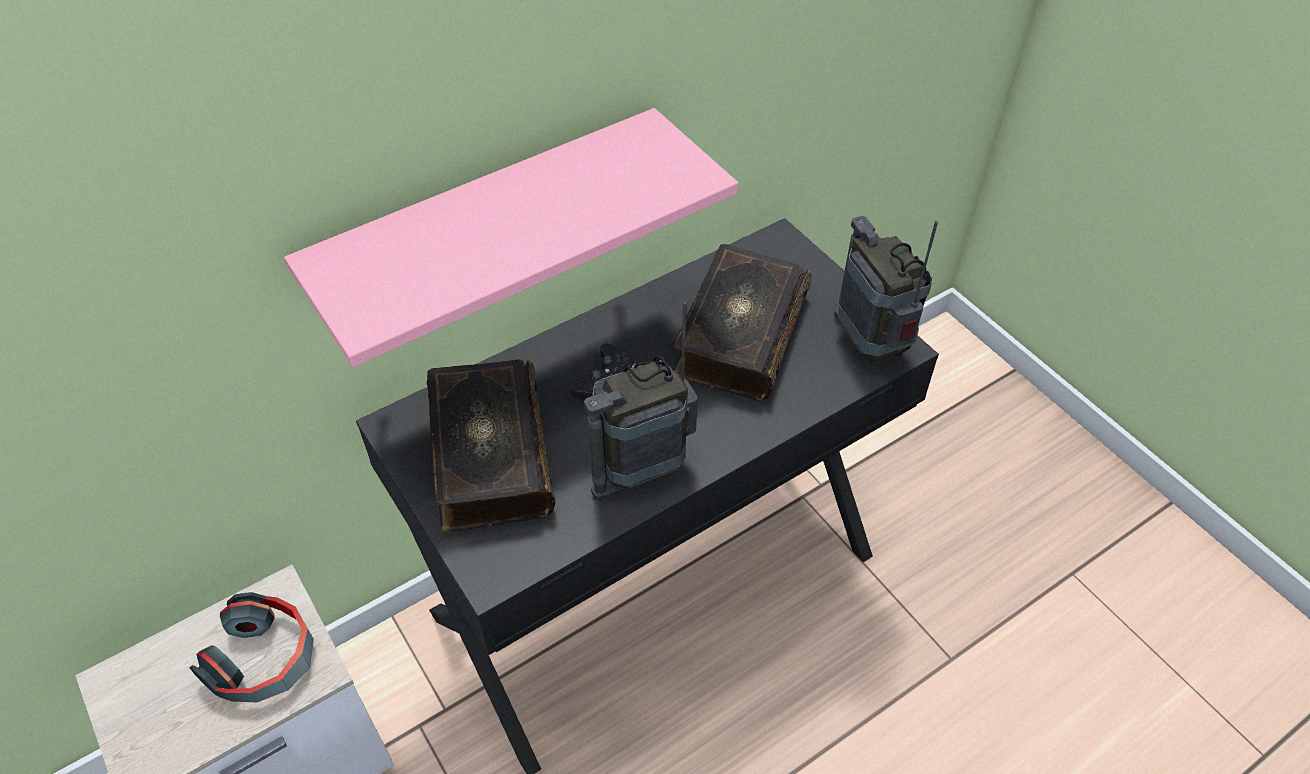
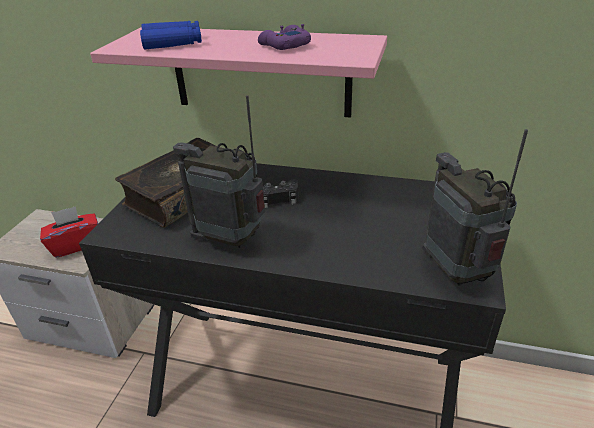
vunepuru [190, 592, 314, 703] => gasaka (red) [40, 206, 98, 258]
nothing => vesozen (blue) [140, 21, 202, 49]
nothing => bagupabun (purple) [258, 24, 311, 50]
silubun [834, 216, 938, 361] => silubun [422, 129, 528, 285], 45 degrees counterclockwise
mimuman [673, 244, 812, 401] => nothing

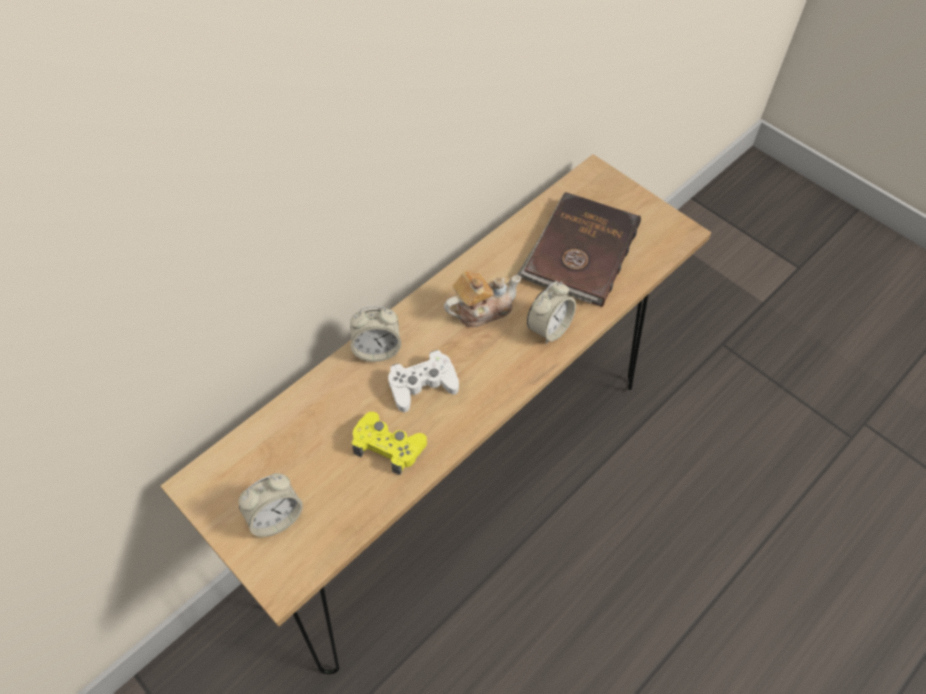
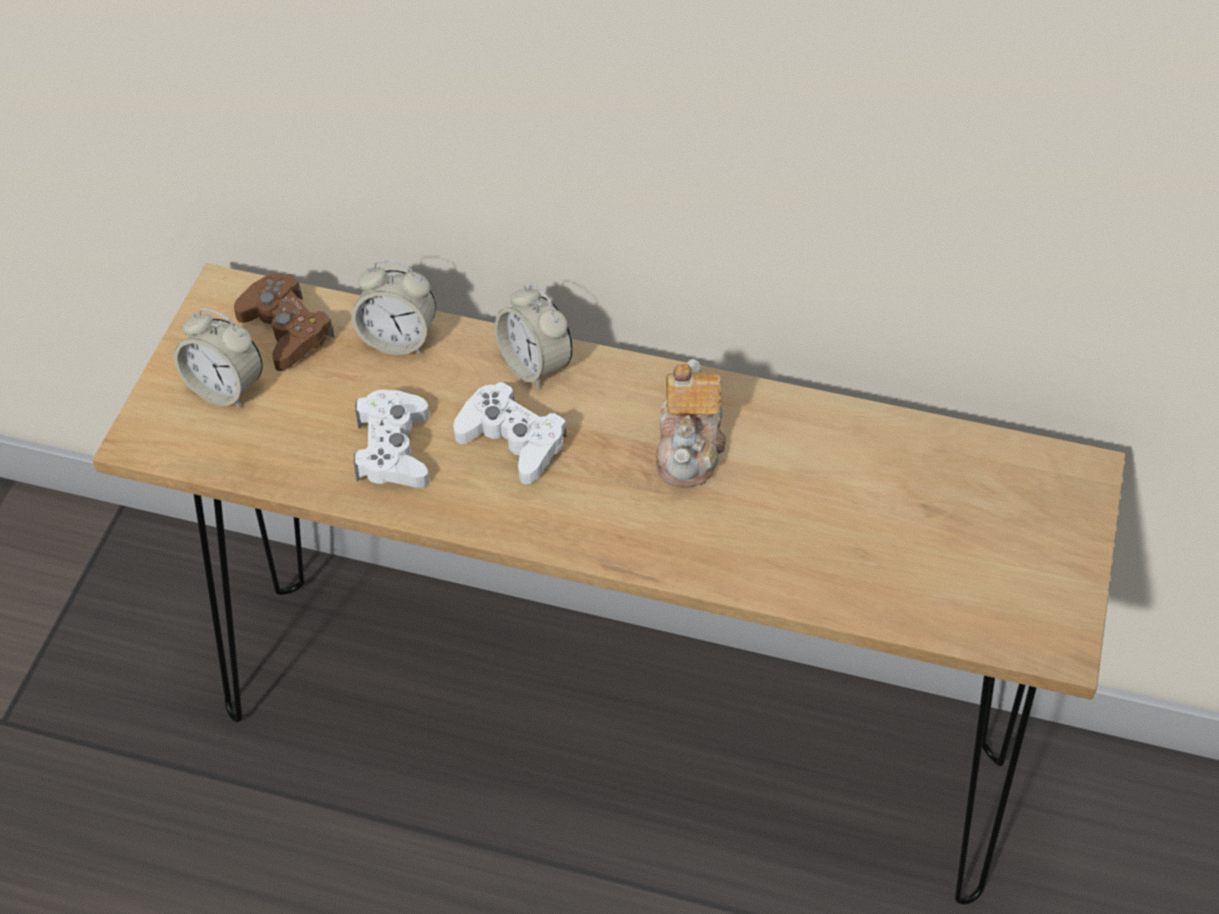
nothing => bagupabun (brown) [234, 274, 335, 371]
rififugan [527, 281, 576, 344] => rififugan [351, 260, 436, 355], moved
bagupabun (yellow) [352, 412, 427, 475] => bagupabun (white) [354, 390, 429, 488]
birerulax [444, 271, 521, 327] => birerulax [656, 359, 726, 488], 60 degrees clockwise
mimuman (brown) [517, 192, 641, 307] => nothing

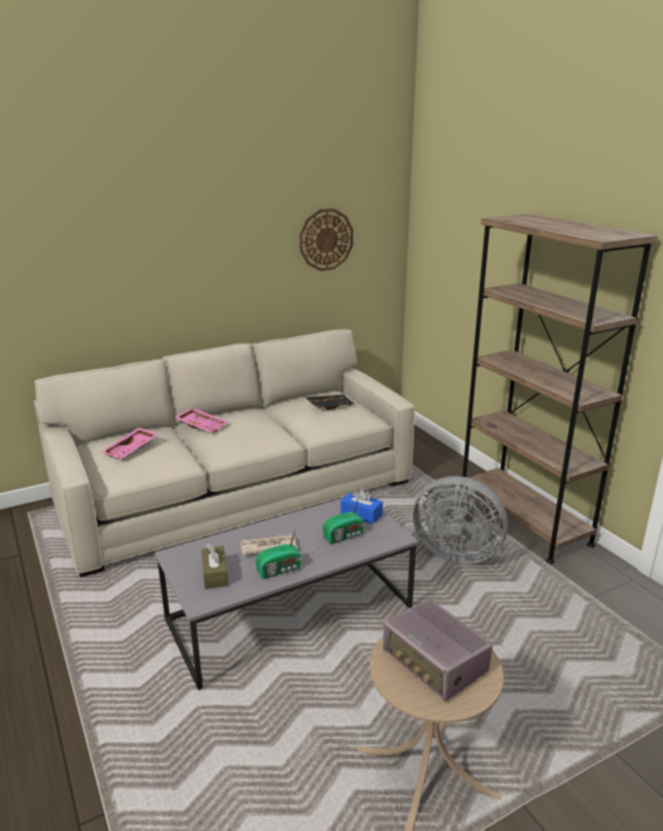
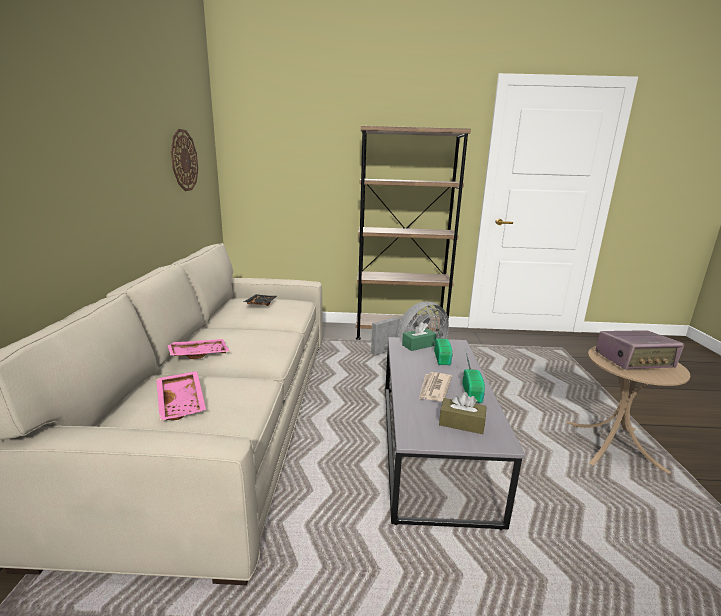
gasaka (blue) [341, 487, 383, 524] => gasaka (green) [402, 322, 437, 351]

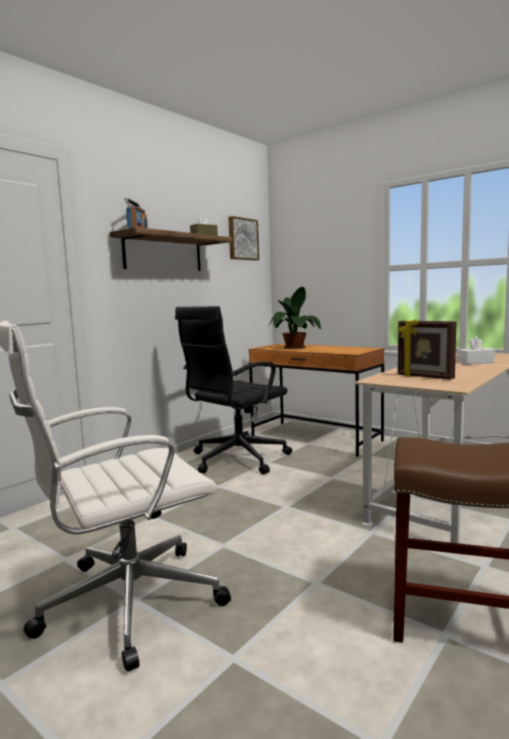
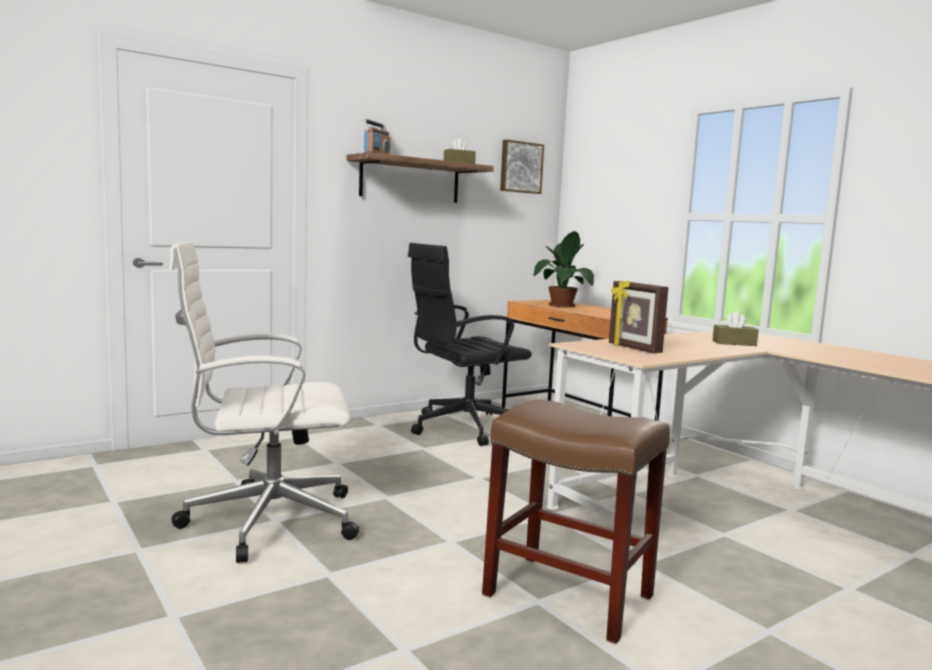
gasaka (white) [457, 336, 495, 365] => gasaka (brown) [713, 311, 759, 346]

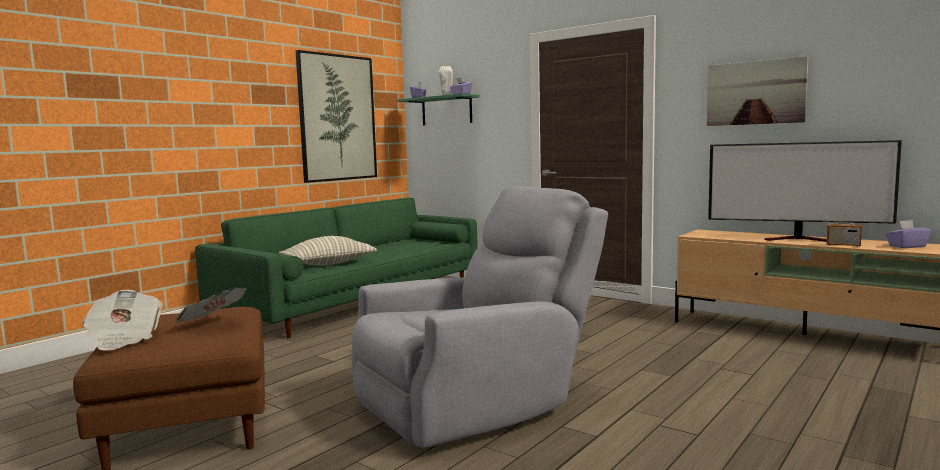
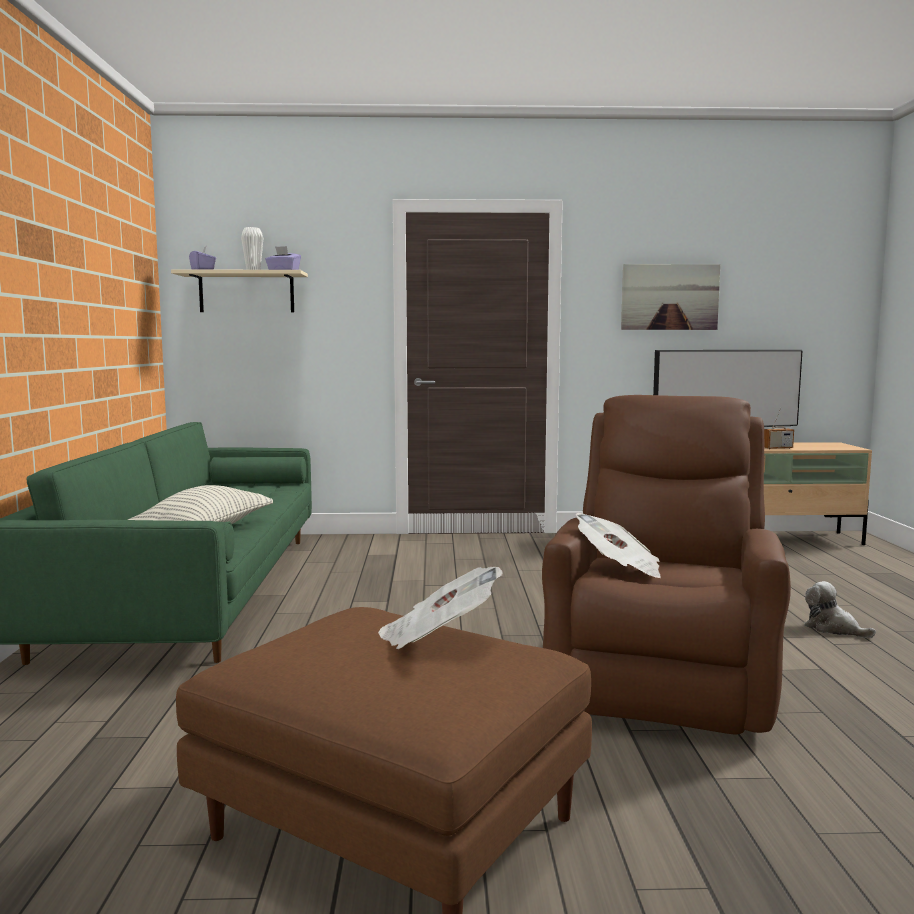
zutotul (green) [397, 94, 480, 125] => zutotul (beige) [171, 269, 308, 312]
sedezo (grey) [351, 186, 608, 448] => sedezo (brown) [542, 395, 791, 734]
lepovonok [82, 290, 163, 351] => lepovonok [576, 513, 661, 578], moved
nothing => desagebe [804, 581, 876, 638]
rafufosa [295, 50, 377, 183] => nothing
gasaka (purple) [886, 220, 931, 248] => nothing

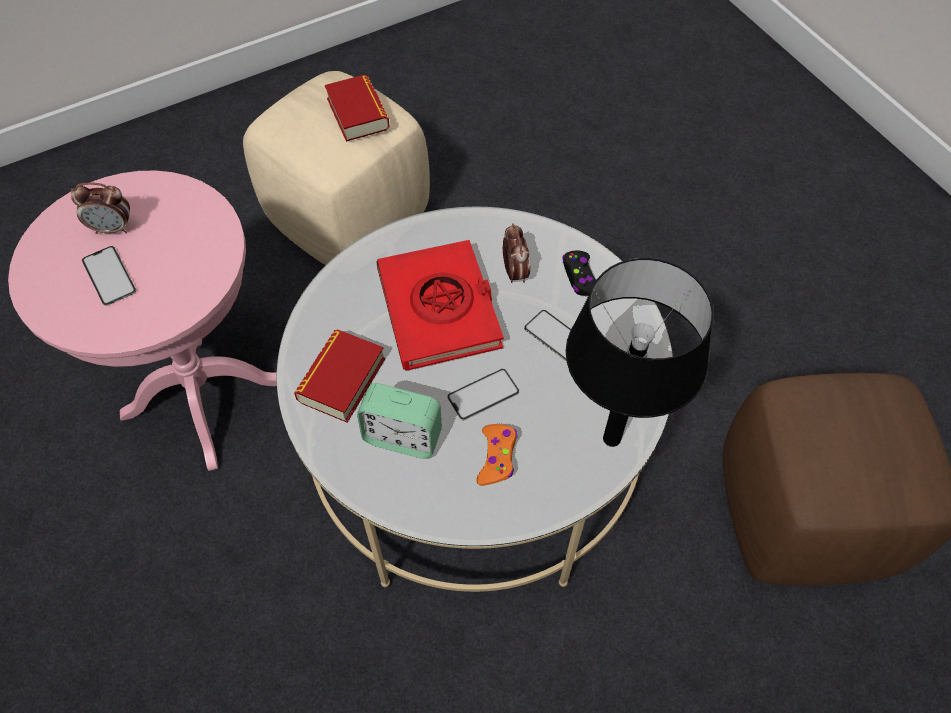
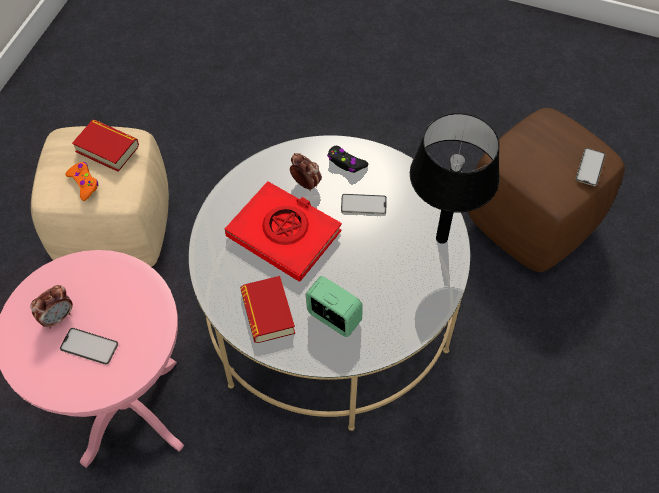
bagupabun (orange) [476, 424, 517, 486] => bagupabun (orange) [65, 162, 99, 201], moved
rififugan [357, 383, 442, 459] => rififugan [306, 276, 363, 337], 120 degrees counterclockwise
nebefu [447, 369, 519, 420] => nebefu [576, 148, 605, 186], moved

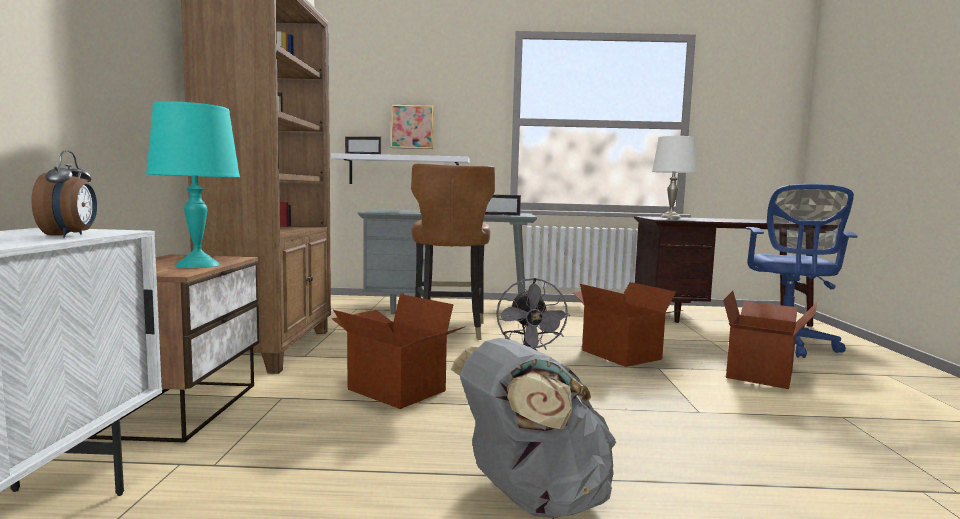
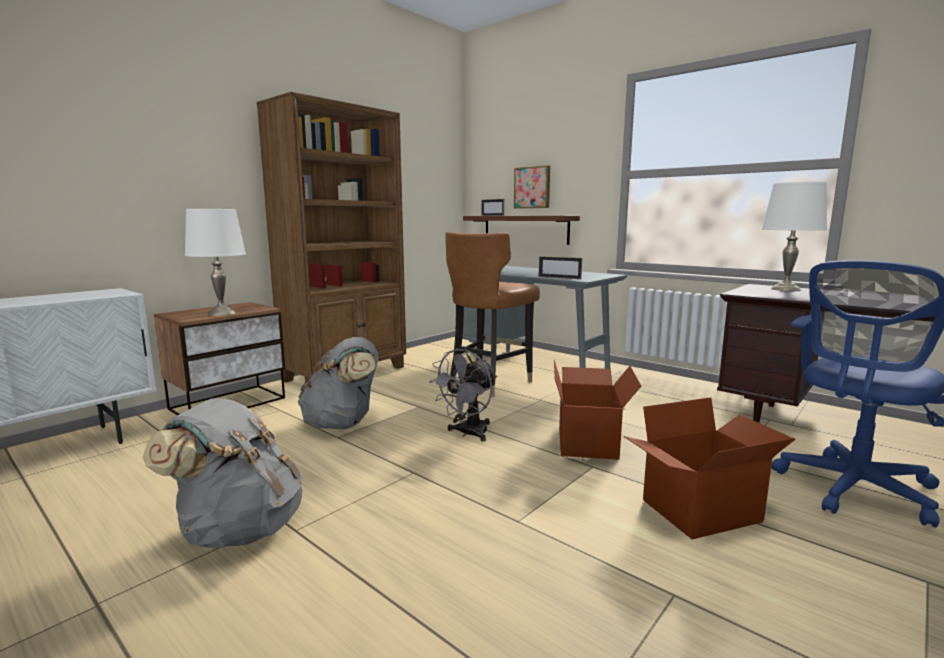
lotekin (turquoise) [146, 101, 240, 268] => lotekin (white) [185, 209, 246, 316]
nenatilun [332, 294, 466, 409] => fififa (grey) [298, 337, 379, 429]
zutotul (white) [331, 153, 470, 184] => zutotul (brown) [463, 216, 580, 245]
rififugan [32, 150, 97, 238] => nothing

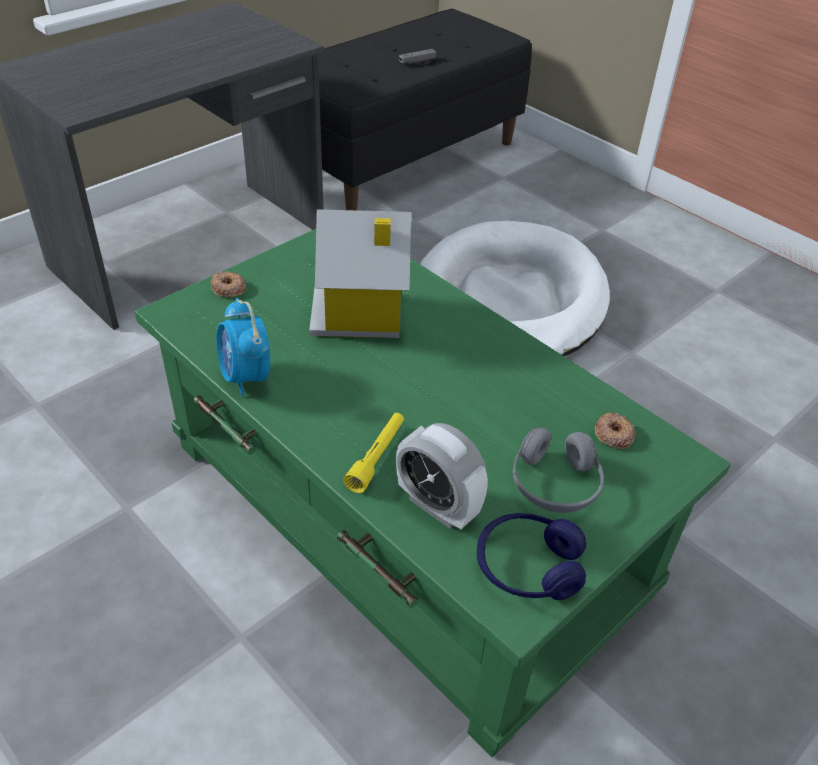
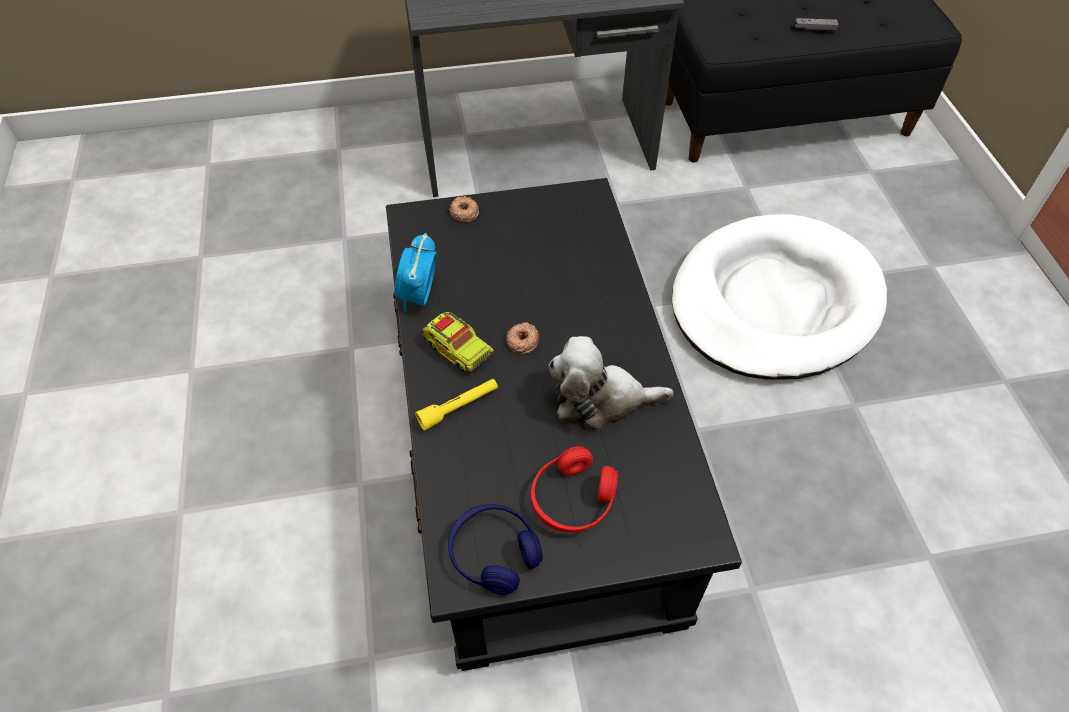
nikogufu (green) [135, 229, 731, 757] => nikogufu (black) [386, 178, 742, 671]
nothing => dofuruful [422, 312, 494, 373]
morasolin [594, 413, 636, 449] => morasolin [506, 322, 539, 354], moved
vunepuru (grey) [513, 427, 604, 513] => vunepuru (red) [531, 446, 618, 533]
nothing => desagebe [549, 336, 673, 431]
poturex [309, 209, 411, 338] => nothing
rififugan [396, 423, 488, 529] => nothing

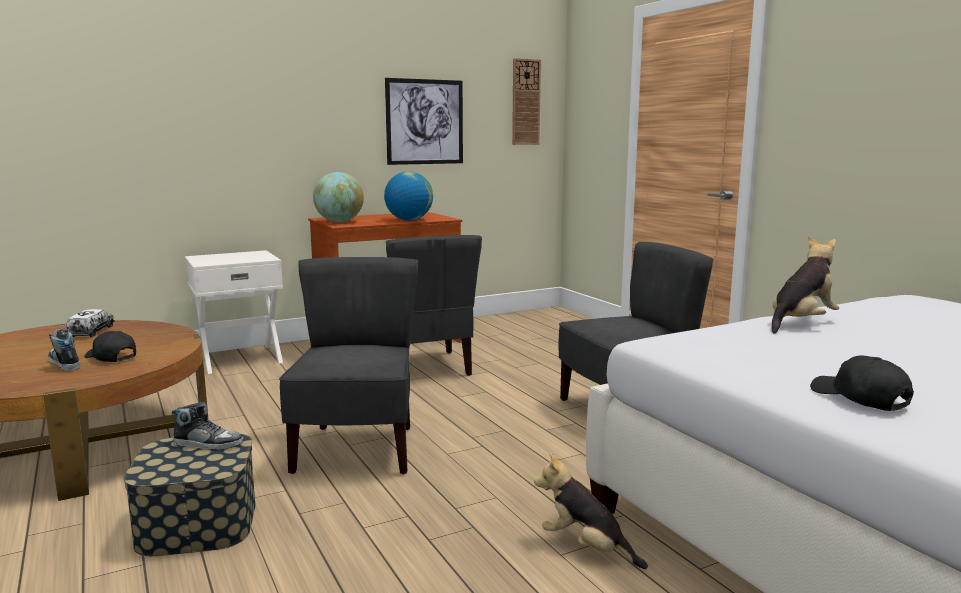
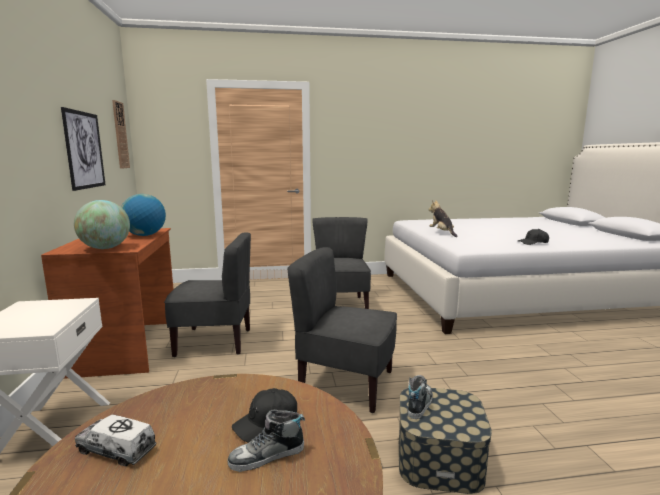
desagebe [534, 453, 648, 569] => nothing

